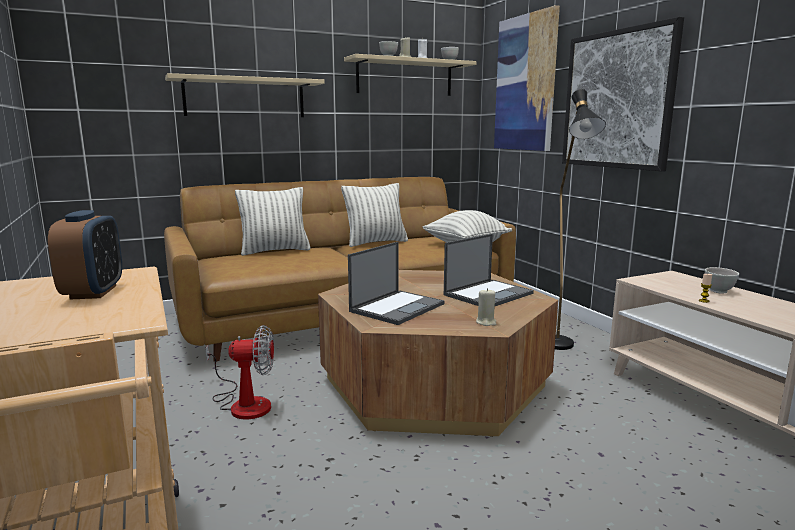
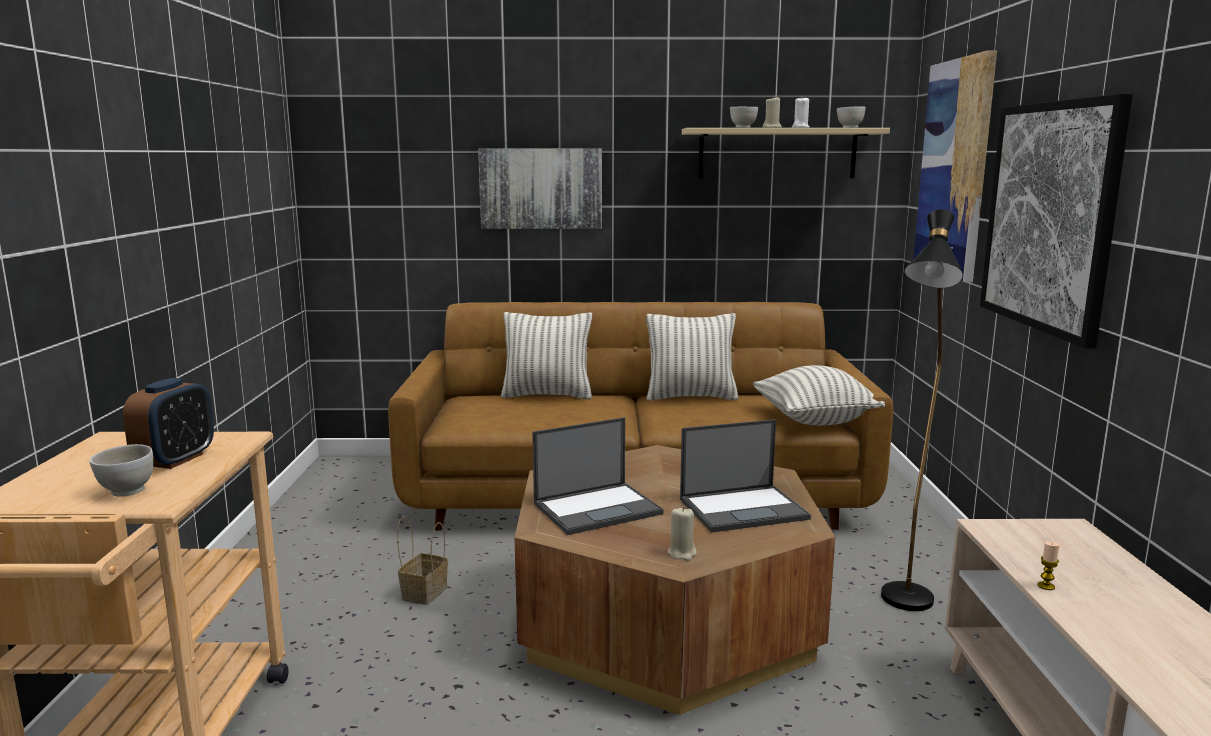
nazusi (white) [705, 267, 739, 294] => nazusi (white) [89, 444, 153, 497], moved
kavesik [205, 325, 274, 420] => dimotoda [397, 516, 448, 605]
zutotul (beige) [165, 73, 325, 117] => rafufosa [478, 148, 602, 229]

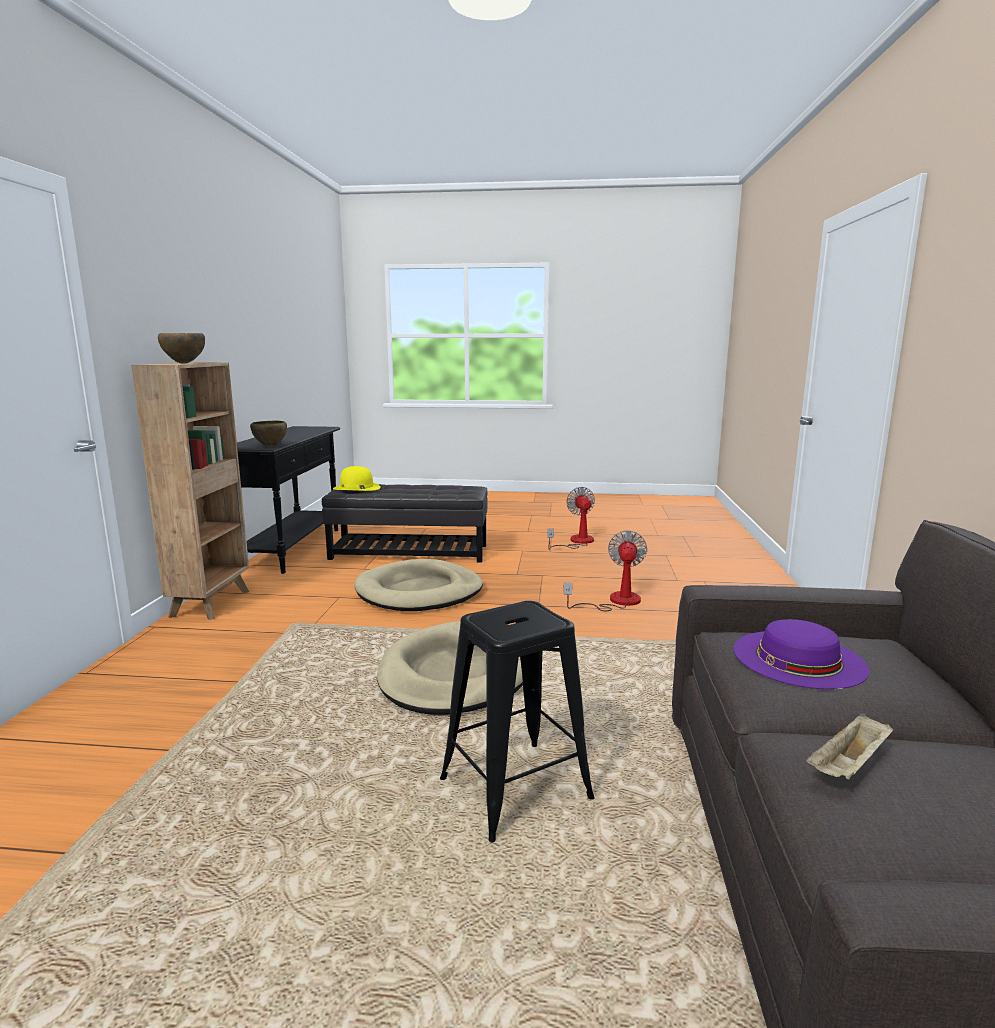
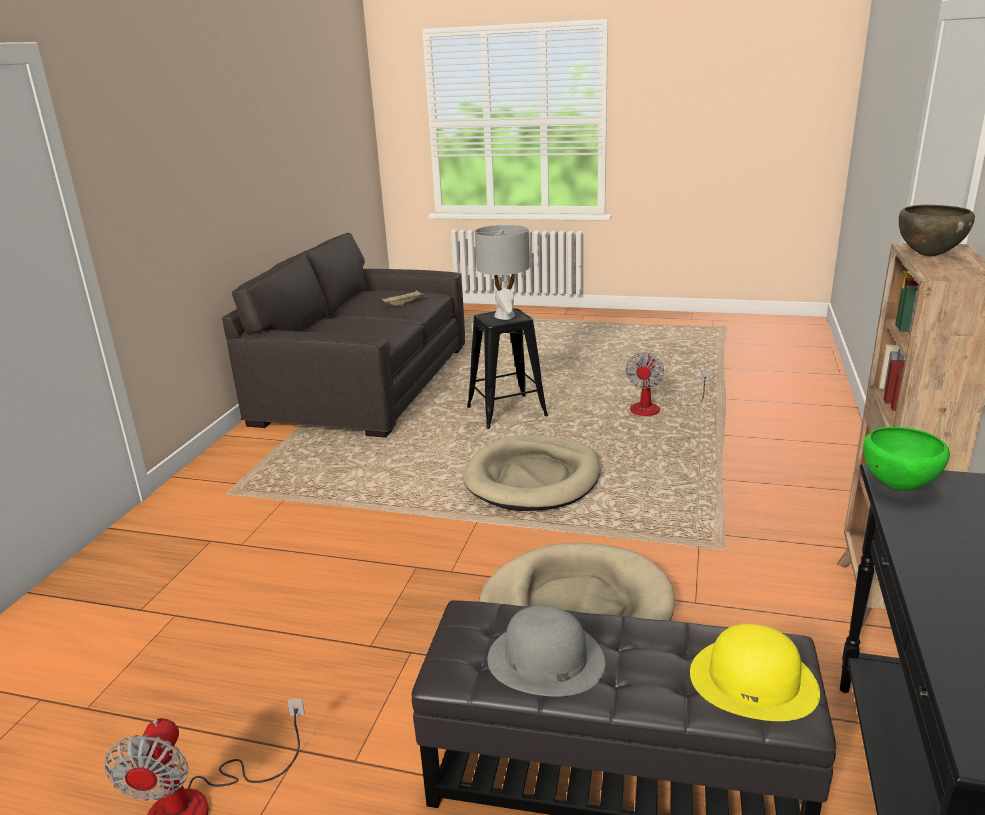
nothing => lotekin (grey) [475, 225, 530, 320]
nothing => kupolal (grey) [487, 605, 605, 697]
kavesik [563, 530, 647, 611] => kavesik [625, 352, 710, 416], moved
nazusi (brown) [250, 421, 287, 447] => nazusi (green) [863, 427, 950, 490]
kupolal (purple) [734, 619, 869, 689] => nothing

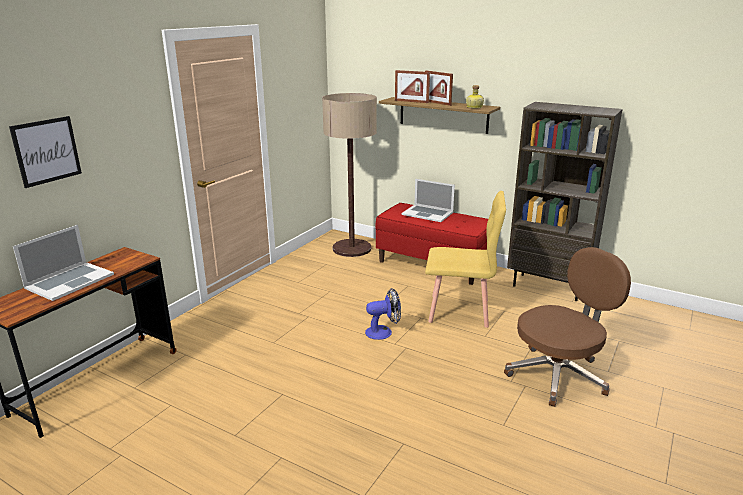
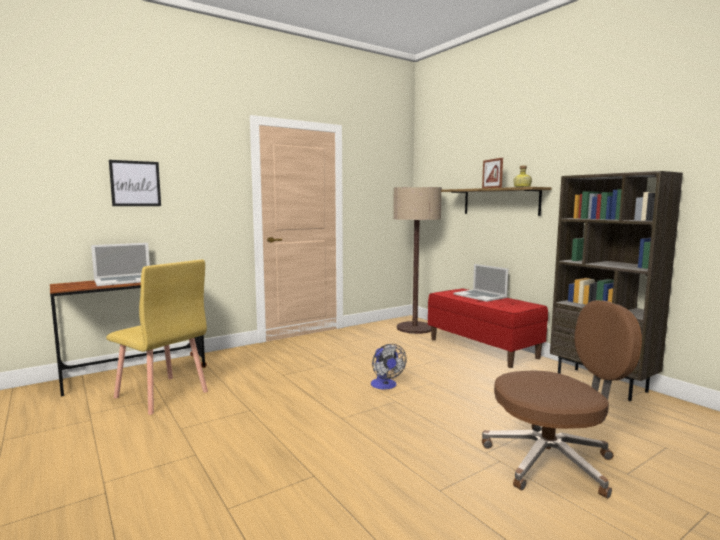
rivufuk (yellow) [425, 191, 506, 328] => rivufuk (yellow) [106, 260, 208, 415], moved
kavesik [365, 288, 401, 340] => kavesik [371, 344, 407, 390], 60 degrees clockwise
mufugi [395, 70, 430, 103] => nothing

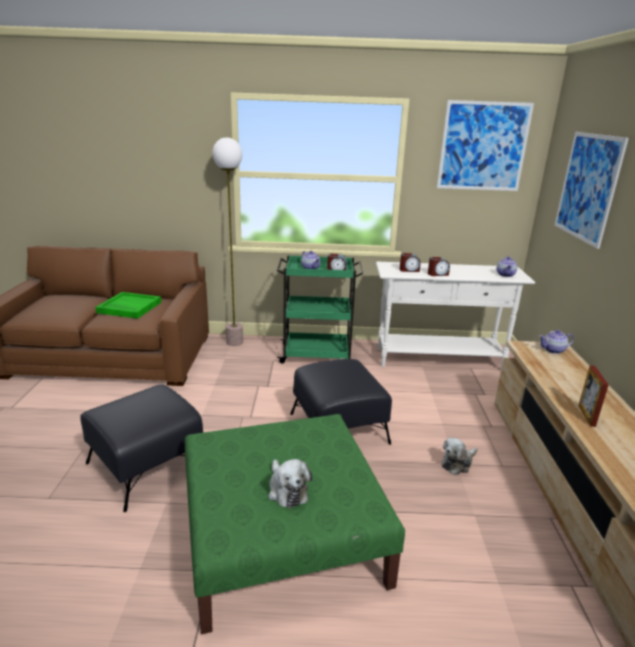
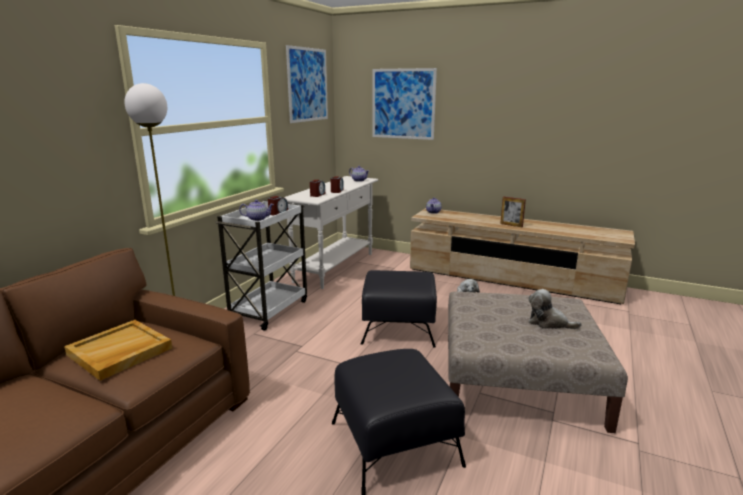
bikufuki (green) [95, 292, 161, 319] => bikufuki (beige) [64, 320, 172, 381]
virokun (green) [277, 255, 363, 364] => virokun (white) [215, 201, 307, 331]
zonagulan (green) [185, 414, 405, 634] => zonagulan (beige) [448, 292, 628, 433]
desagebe [268, 459, 312, 508] => desagebe [529, 289, 581, 329], 150 degrees counterclockwise

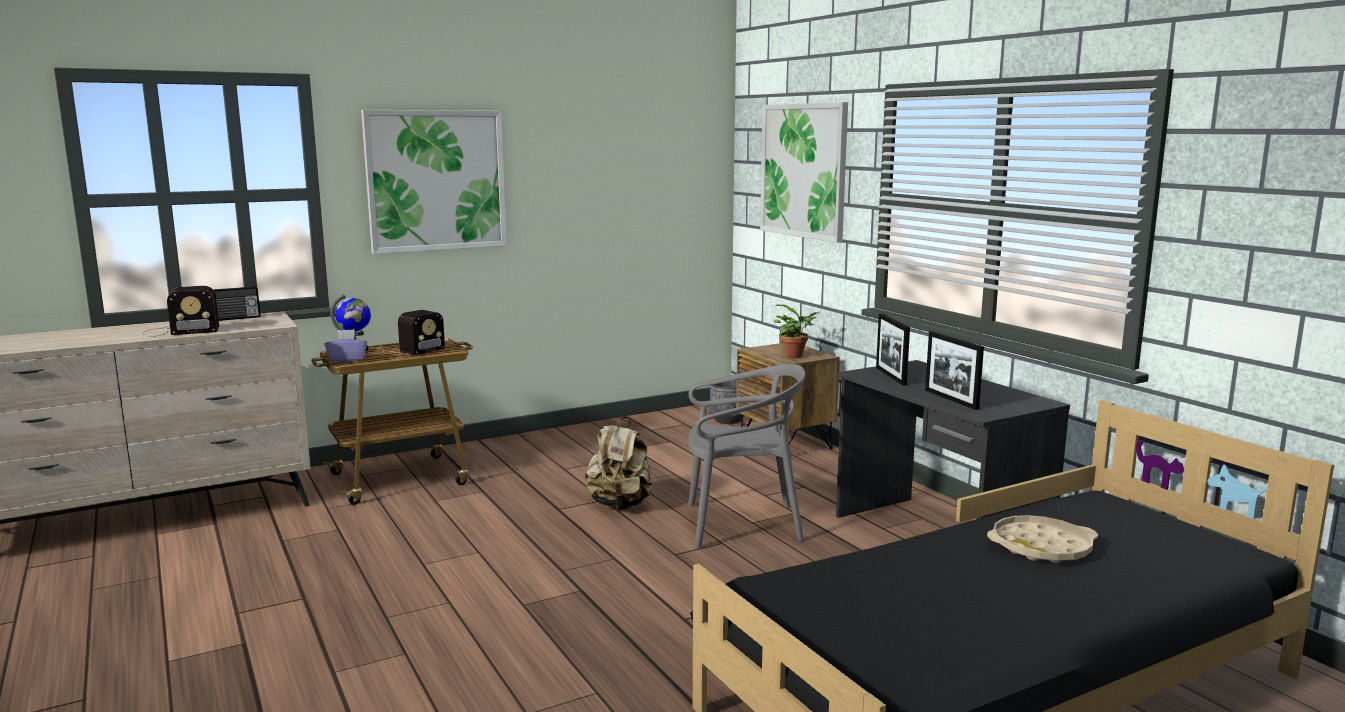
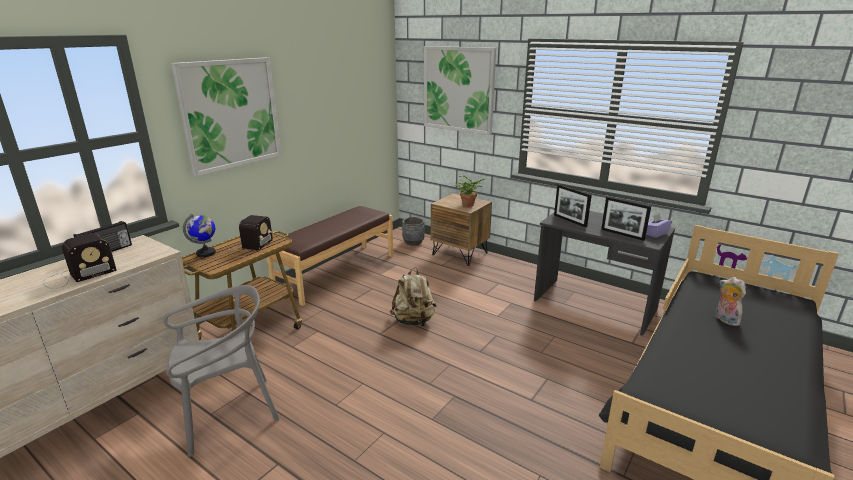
rivufuk (grey) [688, 364, 805, 548] => rivufuk (grey) [163, 285, 280, 457], moved
nothing => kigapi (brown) [267, 206, 394, 306]
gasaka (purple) [325, 329, 367, 362] => gasaka (purple) [646, 214, 672, 238], moved
bikufuki (beige) [987, 515, 1098, 563] => desagebe [715, 277, 746, 326]

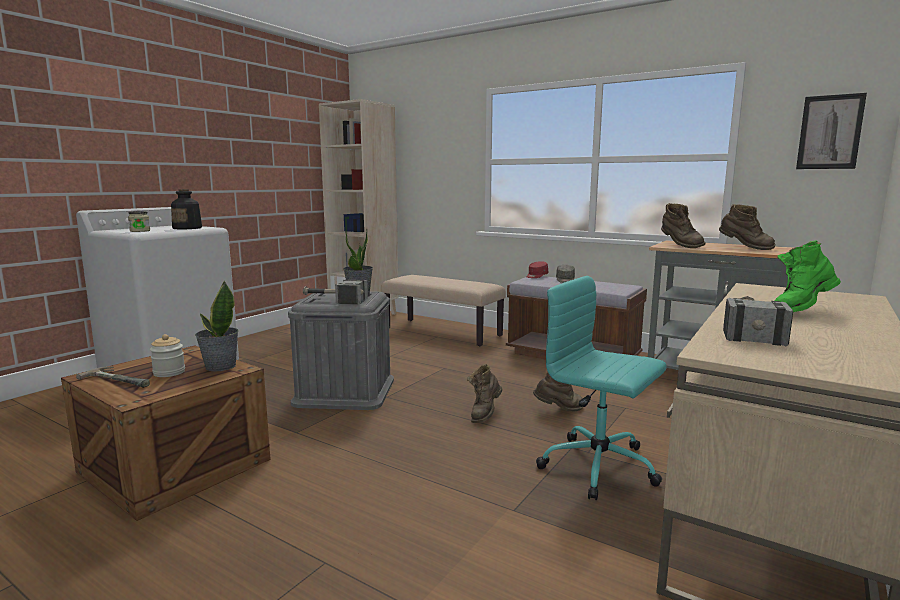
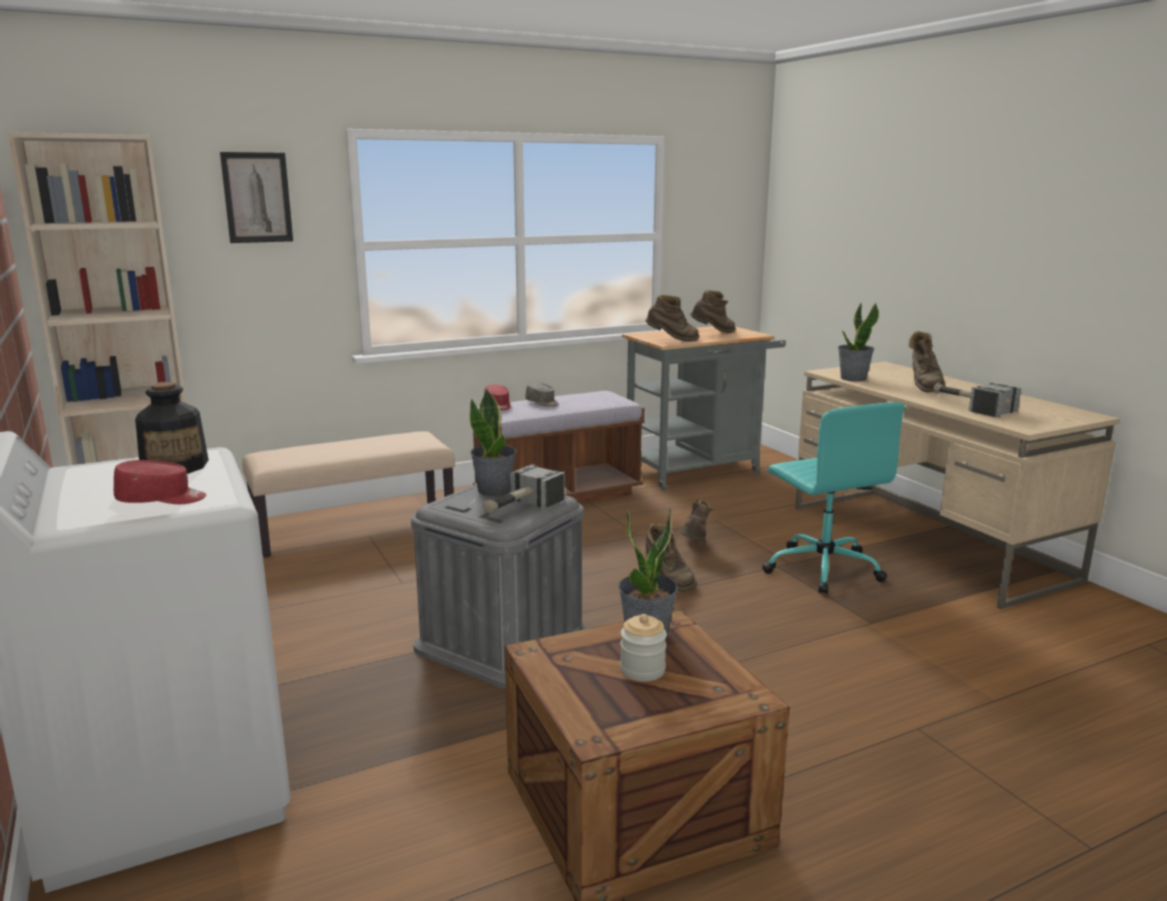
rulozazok [128, 211, 150, 232] => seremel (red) [113, 460, 206, 504]
rafufosa [796, 93, 867, 169] => rafufosa [220, 152, 293, 243], moved
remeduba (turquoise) [536, 276, 667, 500] => remeduba (turquoise) [762, 402, 905, 594], 90 degrees counterclockwise
nothing => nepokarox [838, 303, 879, 382]
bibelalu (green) [775, 240, 841, 312] => bibelalu (brown) [909, 331, 946, 393]
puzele [76, 367, 150, 388] => nothing

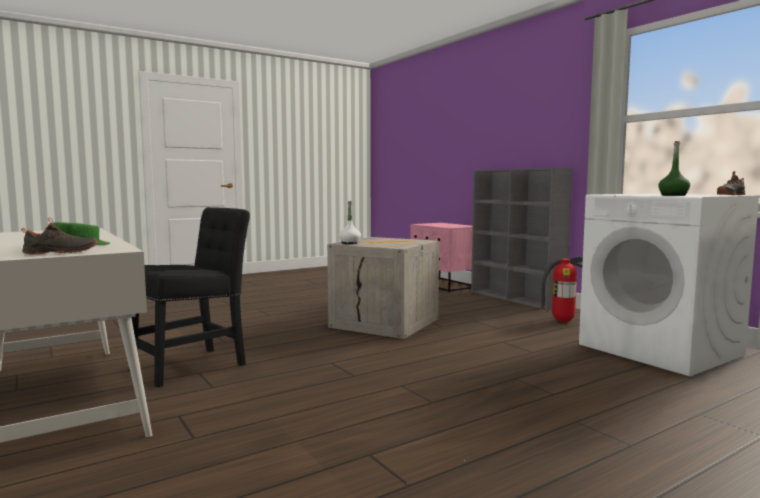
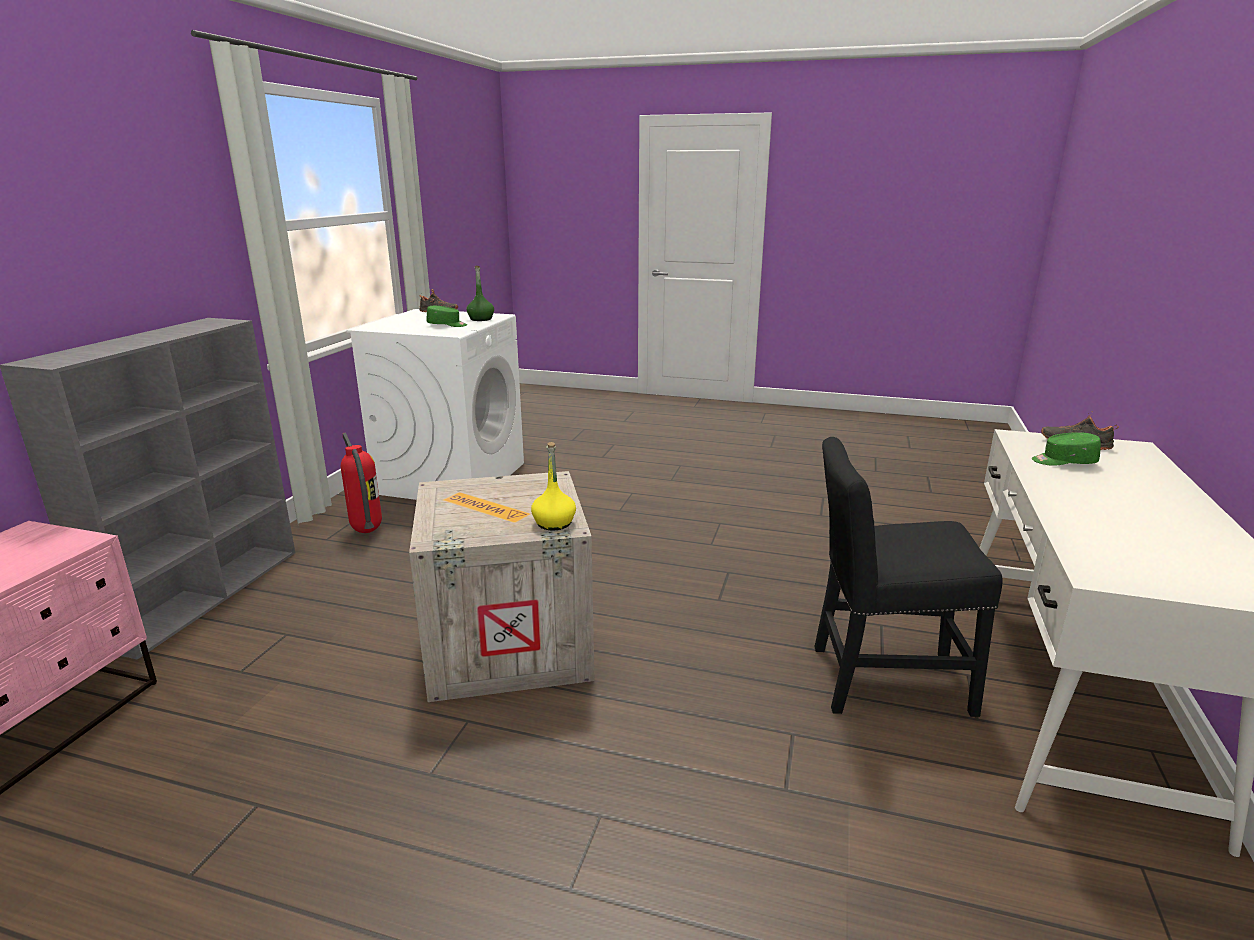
nothing => seremel (green) [426, 306, 467, 327]
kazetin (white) [339, 201, 361, 244] => kazetin (yellow) [531, 442, 576, 530]

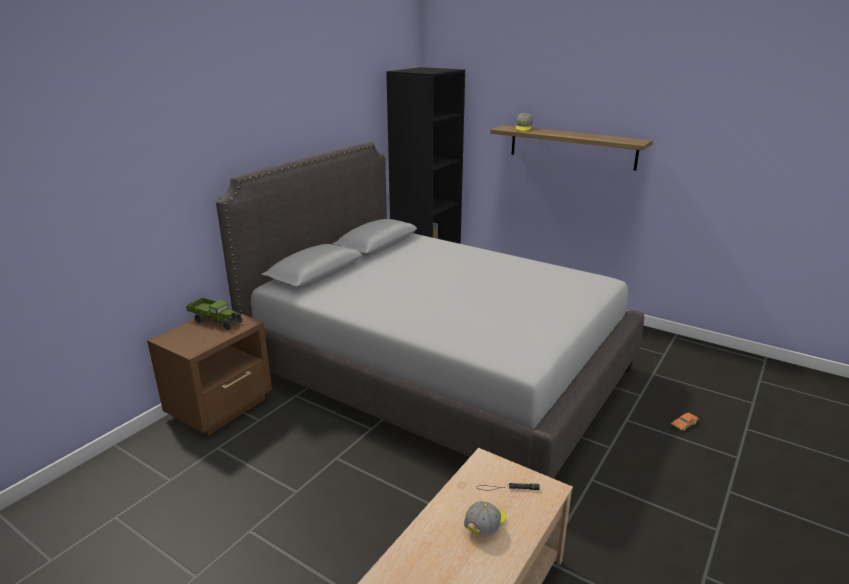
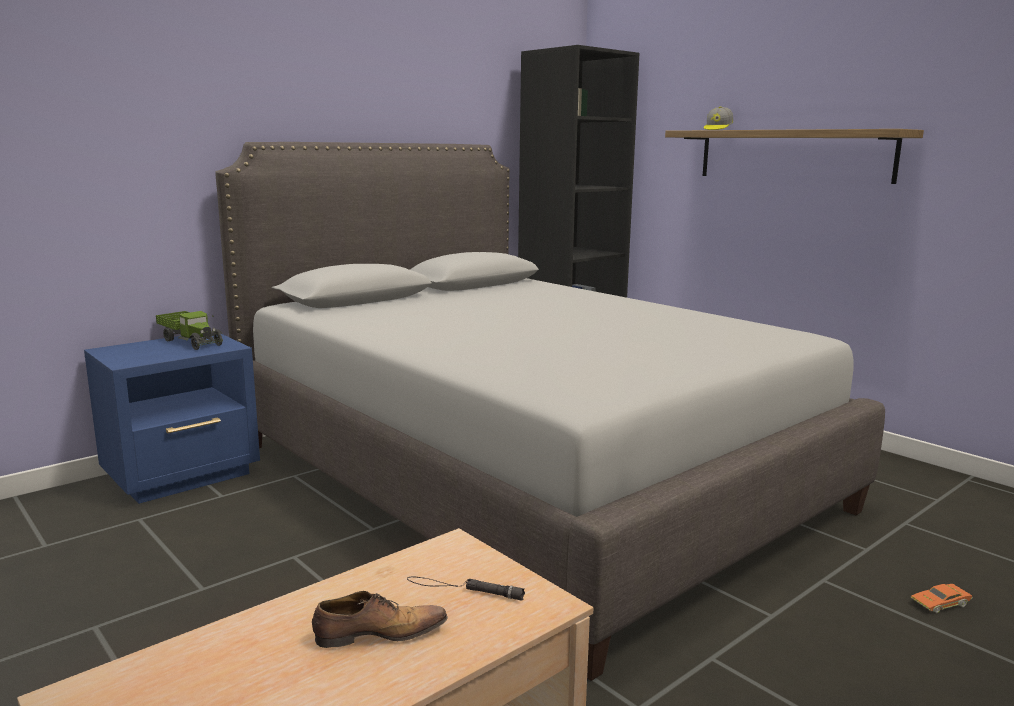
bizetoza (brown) [147, 310, 272, 436] => bizetoza (blue) [84, 334, 260, 504]
seremel [464, 501, 507, 536] => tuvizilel [312, 591, 448, 648]

